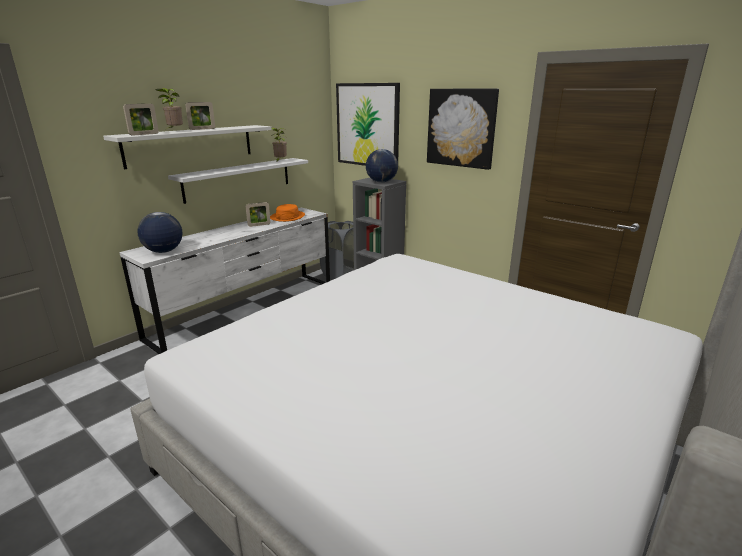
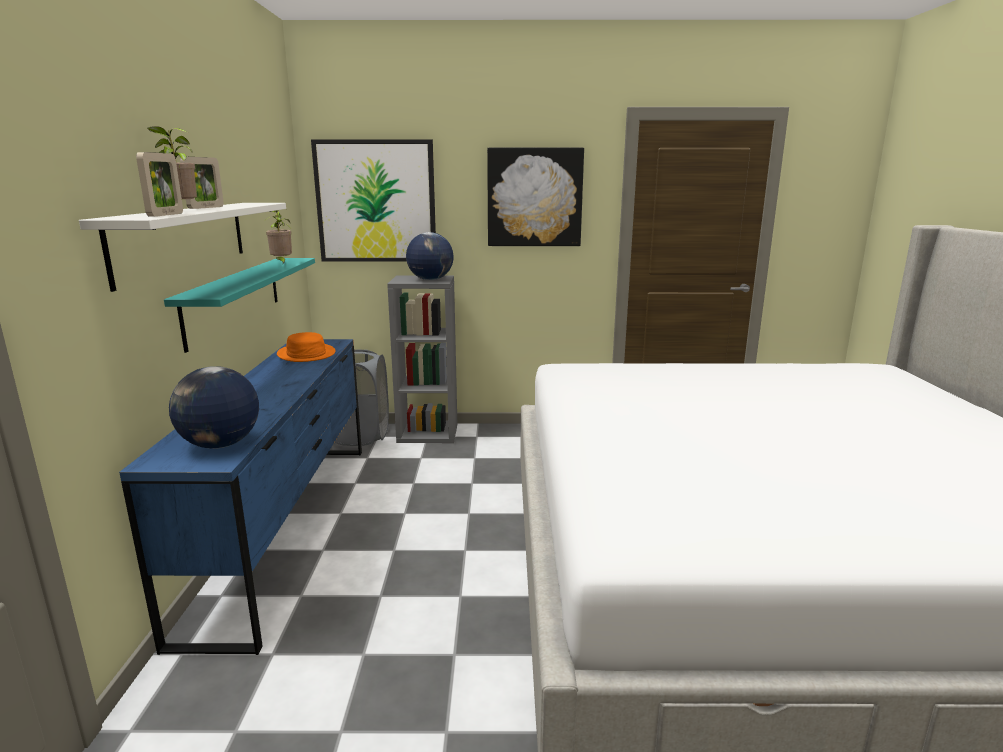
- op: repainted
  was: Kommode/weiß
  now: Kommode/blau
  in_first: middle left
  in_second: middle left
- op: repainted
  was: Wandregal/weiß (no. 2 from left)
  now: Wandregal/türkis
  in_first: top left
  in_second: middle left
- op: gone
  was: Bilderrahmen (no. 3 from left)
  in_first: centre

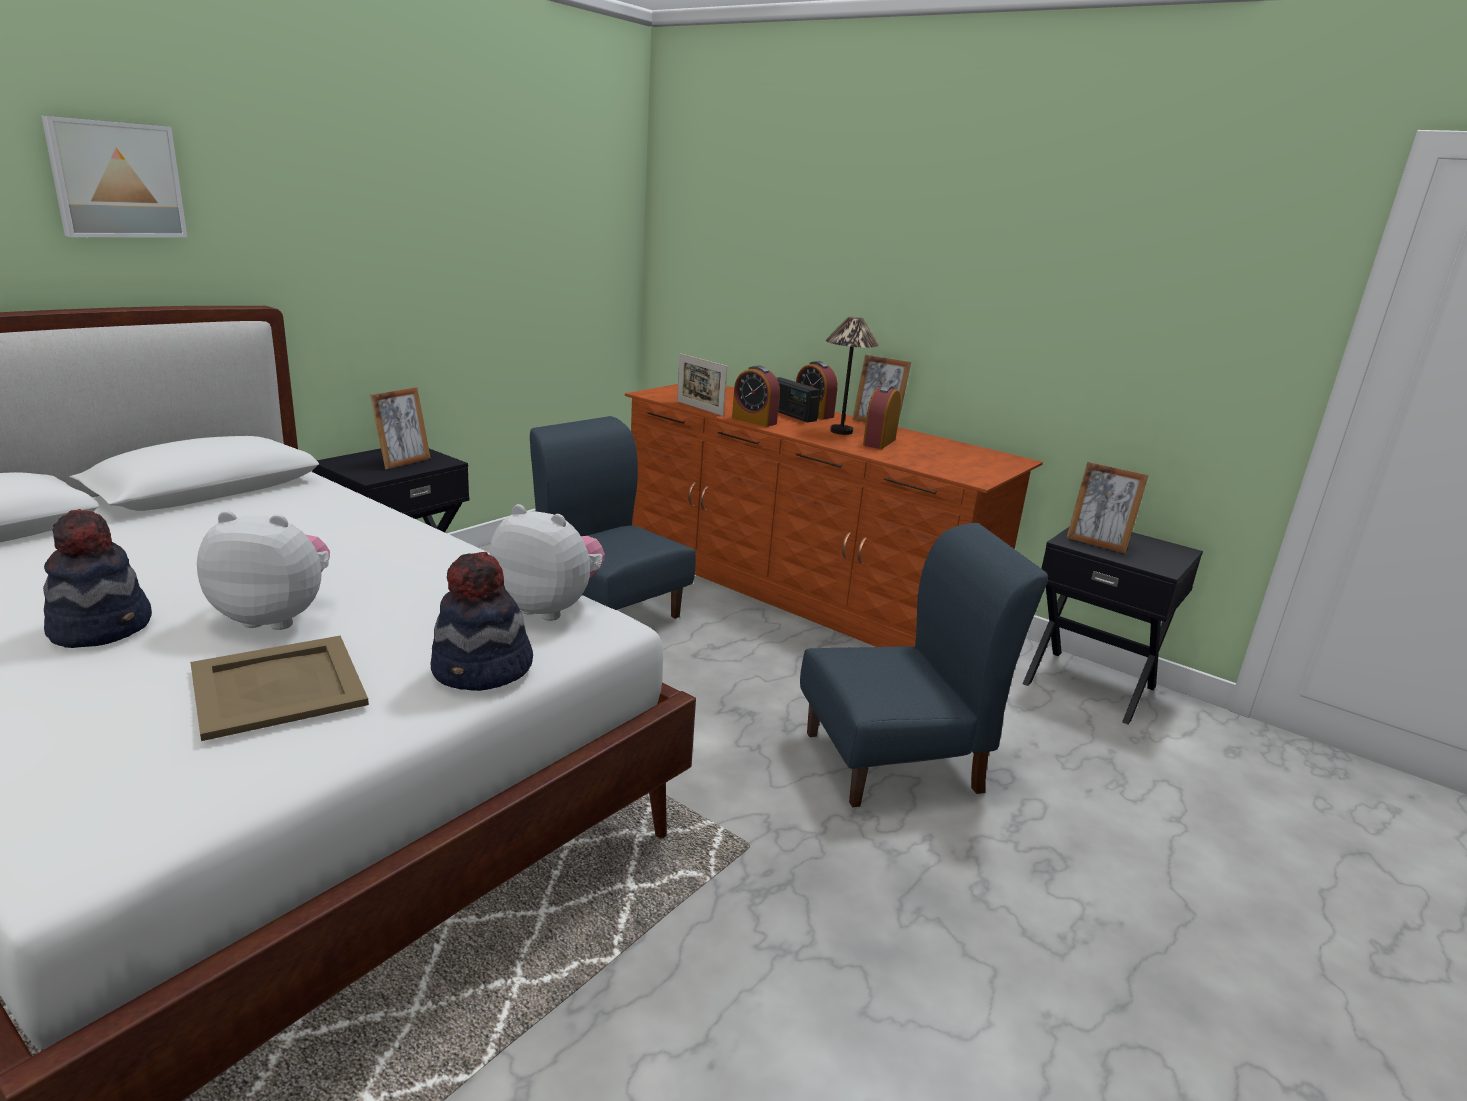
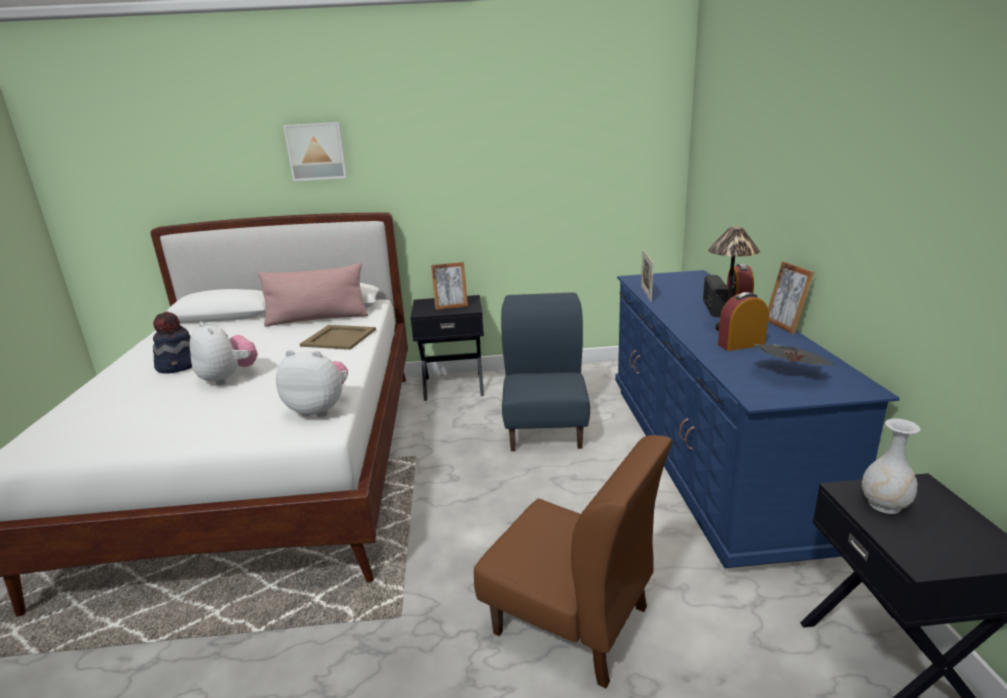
- op: shifted
  was: Tablett/beige
  in_first: middle left
  in_second: centre
- op: gone
  was: Hut (no. 2 from left)
  in_first: middle left
- op: rotated
  was: Plüschtier (no. 2 from left)
  in_first: centre
  in_second: middle left
  clockwise: -60
- op: repainted
  was: Kommode/braun
  now: Kommode/blau
  in_first: centre
  in_second: middle right
- op: gone
  was: Wecker (no. 1 from left)
  in_first: centre
- op: repainted
  was: Stuhl/blau (no. 2 from left)
  now: Stuhl/braun
  in_first: centre
  in_second: bottom centre
- op: swapped
  was: Bilderrahmen (no. 4 from left)
  now: Vase/weiß
  in_first: middle right
  in_second: bottom right
- op: new
  now: Kissen/rosa
  in_second: middle left
- op: new
  now: Zeitung
  in_second: middle right

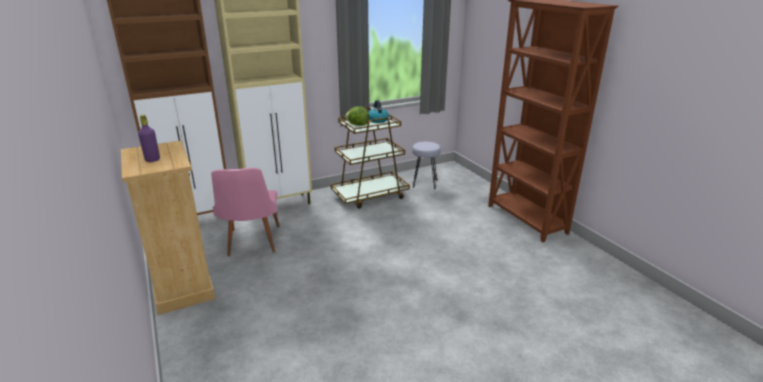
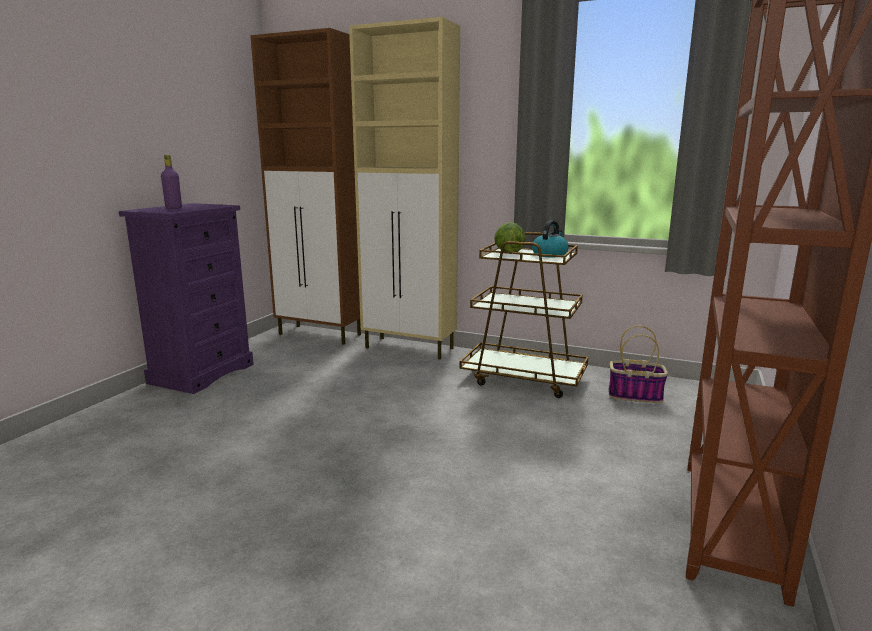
- op: repainted
  was: Kommode/beige
  now: Kommode/lila
  in_first: middle left
  in_second: middle left
- op: gone
  was: Stuhl/rosa
  in_first: middle left
- op: swapped
  was: Hocker/grau
  now: Korb
  in_first: centre
  in_second: middle right

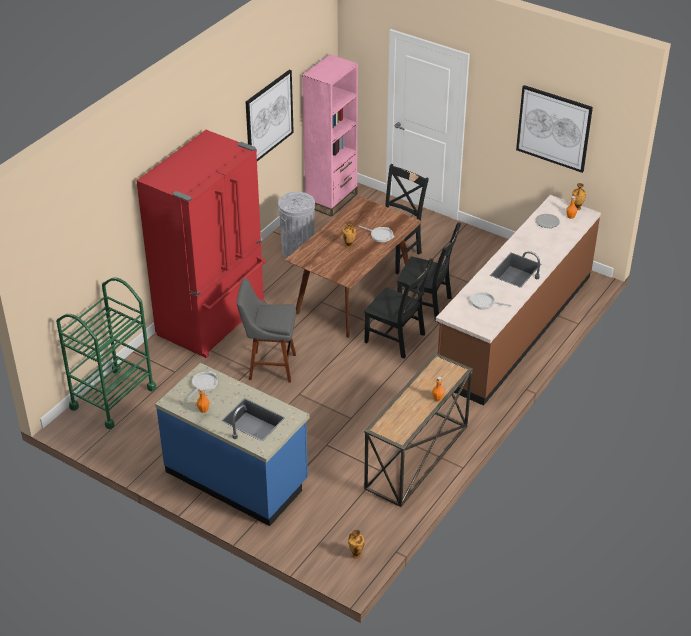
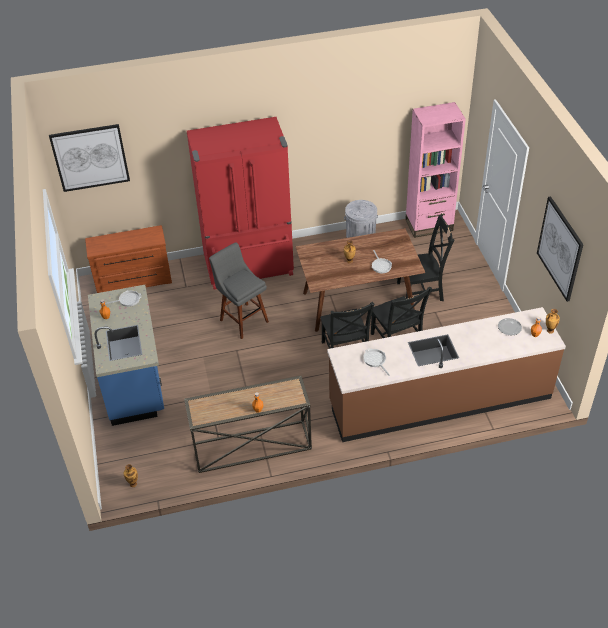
- op: swapped
  was: Rollwagen/grün
  now: Kommode/braun
  in_first: middle left
  in_second: middle left
- op: shifted
  was: Bild (no. 1 from left)
  in_first: top centre
  in_second: top left

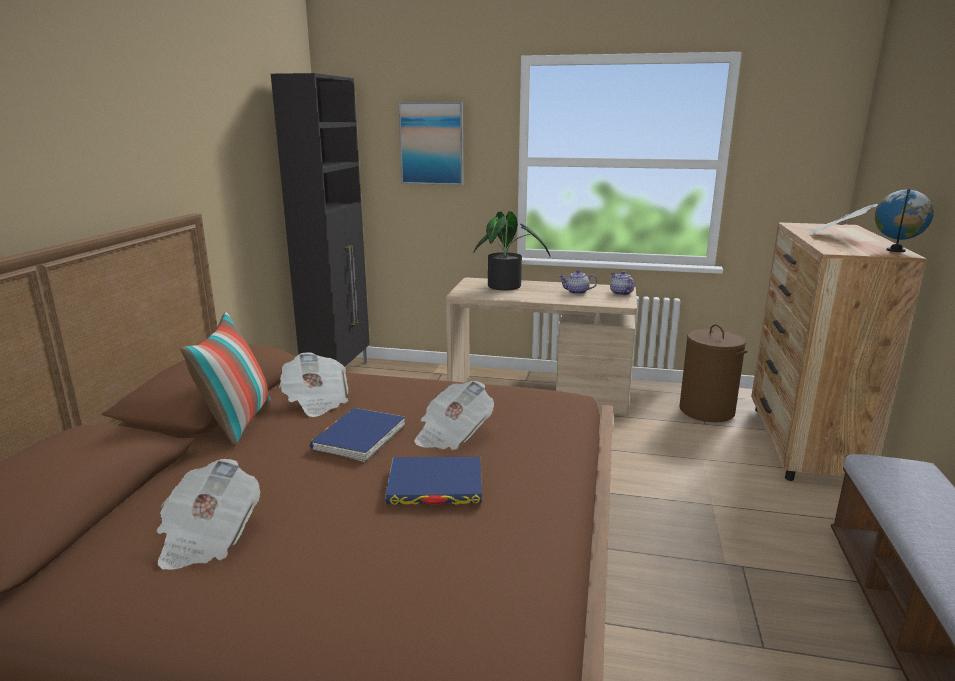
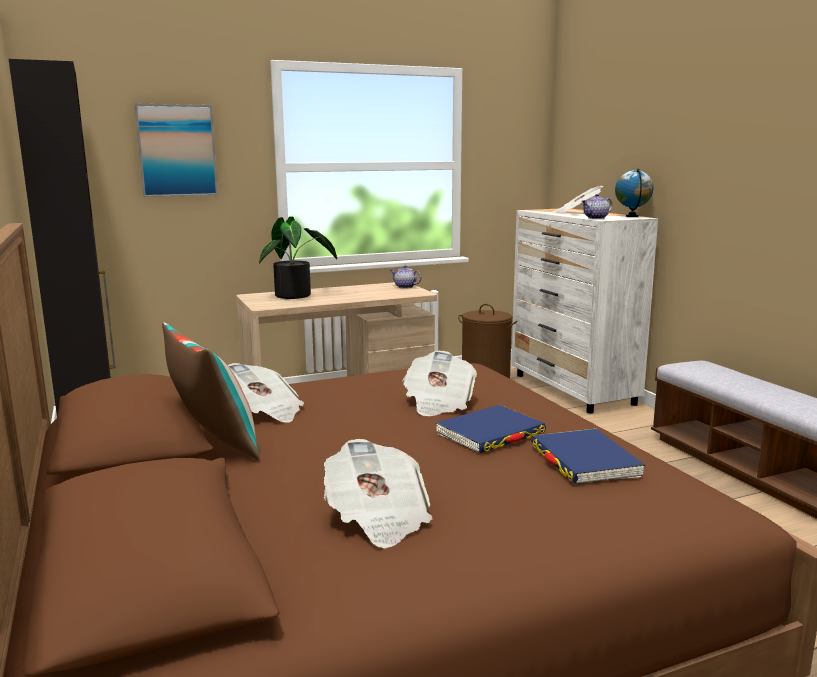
- op: shifted
  was: Buch/blau (no. 1 from left in the first image)
  now: Buch/blau (no. 2 from left)
  in_first: centre
  in_second: bottom right
- op: shifted
  was: Teekanne (no. 1 from left in the first image)
  now: Teekanne (no. 2 from left)
  in_first: centre
  in_second: top right
- op: repainted
  was: Kommode/braun
  now: Kommode/weiß
  in_first: middle right
  in_second: middle right

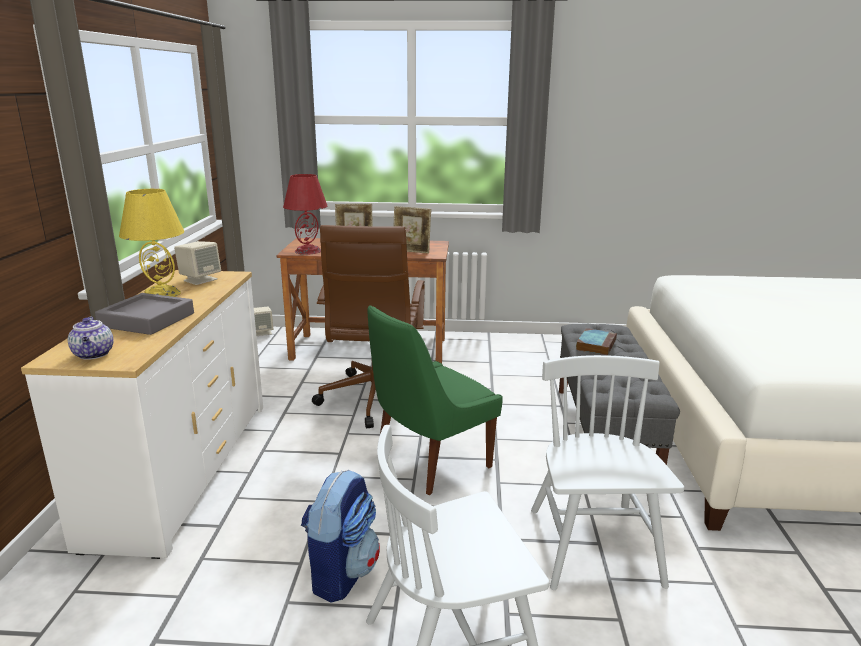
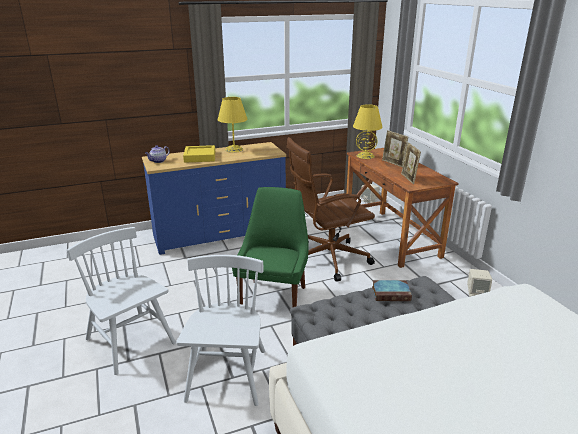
- op: repainted
  was: Kommode/weiß
  now: Kommode/blau
  in_first: middle left
  in_second: centre
- op: repainted
  was: Tablett/grau
  now: Tablett/gelb
  in_first: middle left
  in_second: centre
- op: shifted
  was: Lautsprecher/beige (no. 1 from left in the first image)
  now: Lautsprecher/beige (no. 2 from left)
  in_first: middle left
  in_second: middle right
- op: repainted
  was: Tischlampe/rot
  now: Tischlampe/gelb (no. 2 from left)
  in_first: top centre
  in_second: top centre
- op: gone
  was: Rucksack
  in_first: bottom centre
- op: rotated
  was: Stuhl/grün
  in_first: centre
  in_second: centre
  clockwise: 75
- op: rotated
  was: Stuhl/weiß (no. 2 from left)
  in_first: bottom right
  in_second: bottom centre
  clockwise: -60

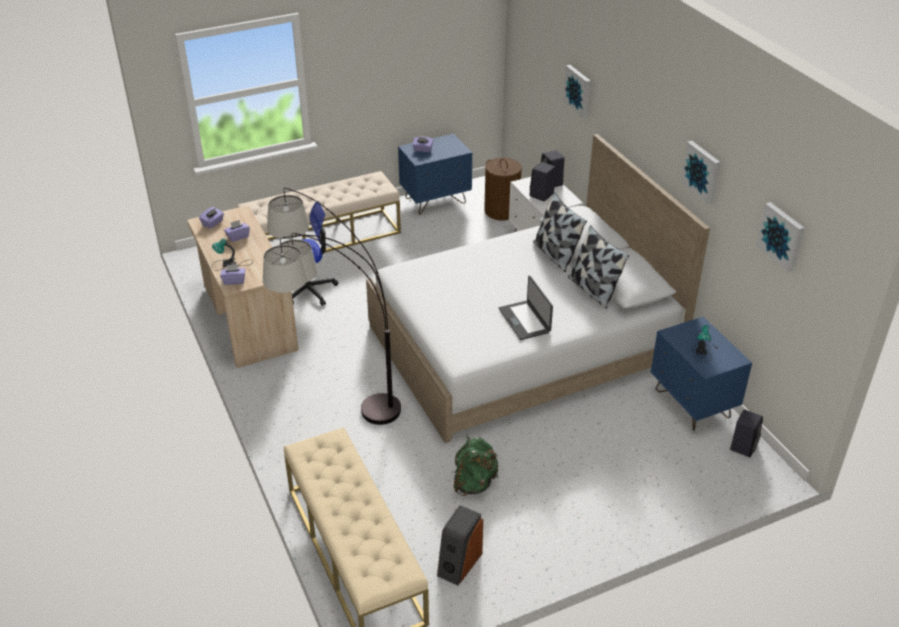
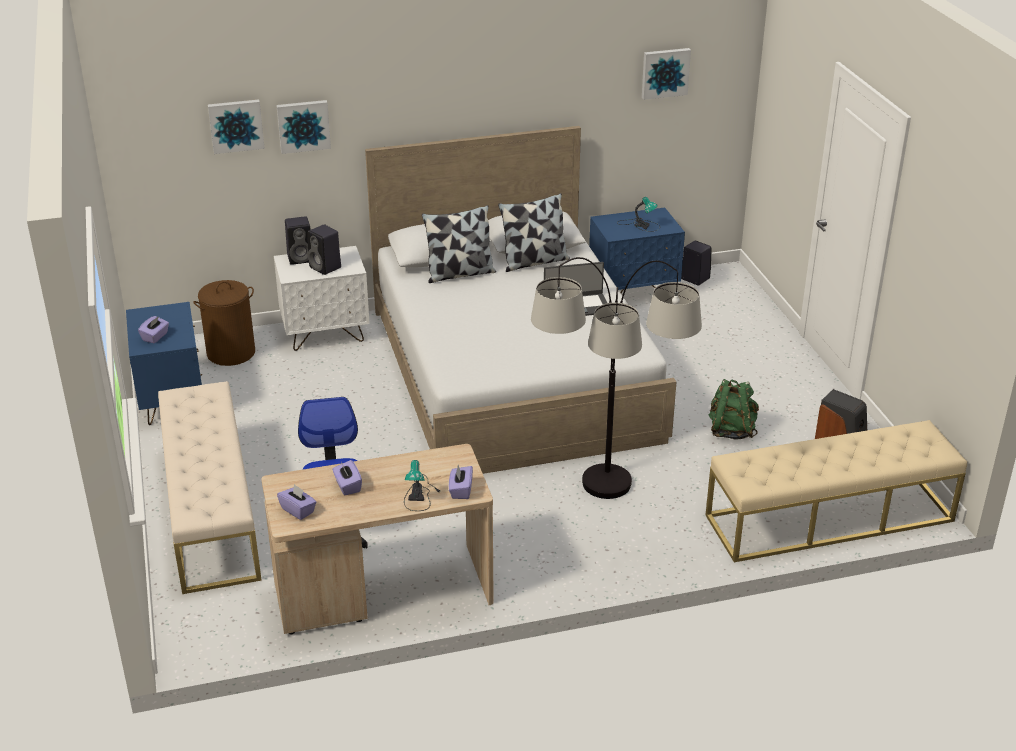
- op: shifted
  was: Bild (no. 2 from left in the first image)
  now: Bild (no. 1 from left)
  in_first: top right
  in_second: top left

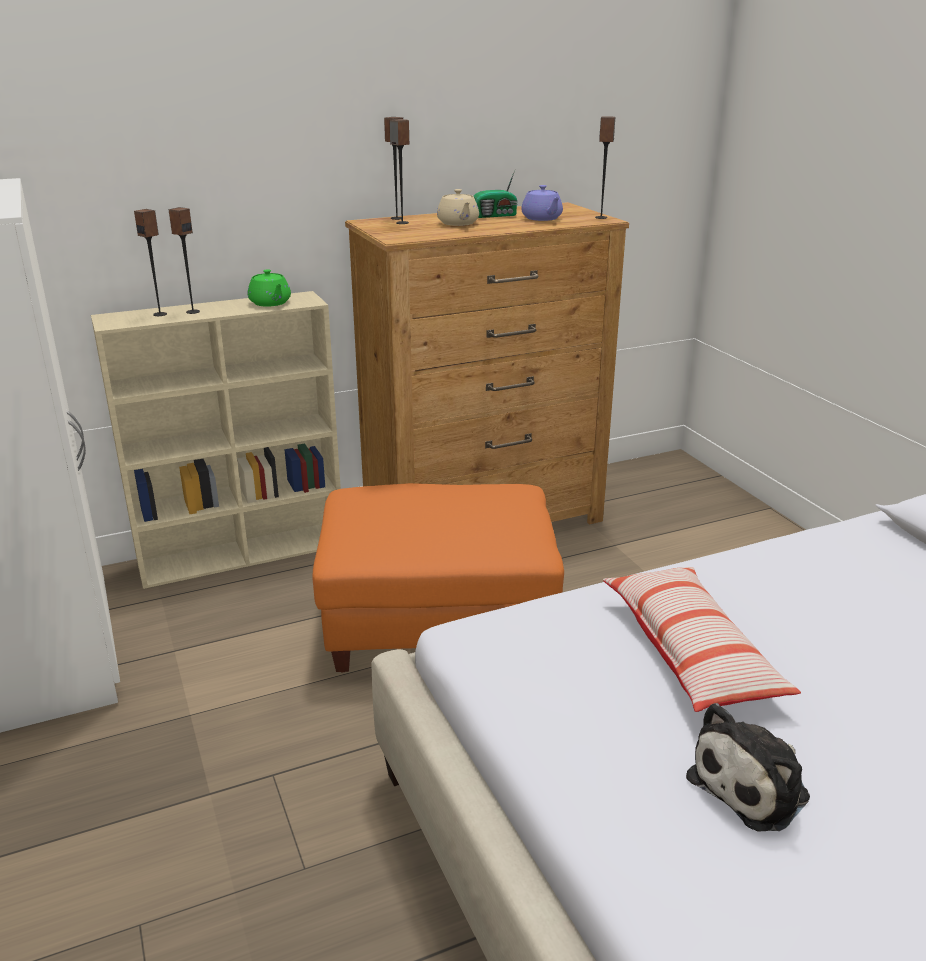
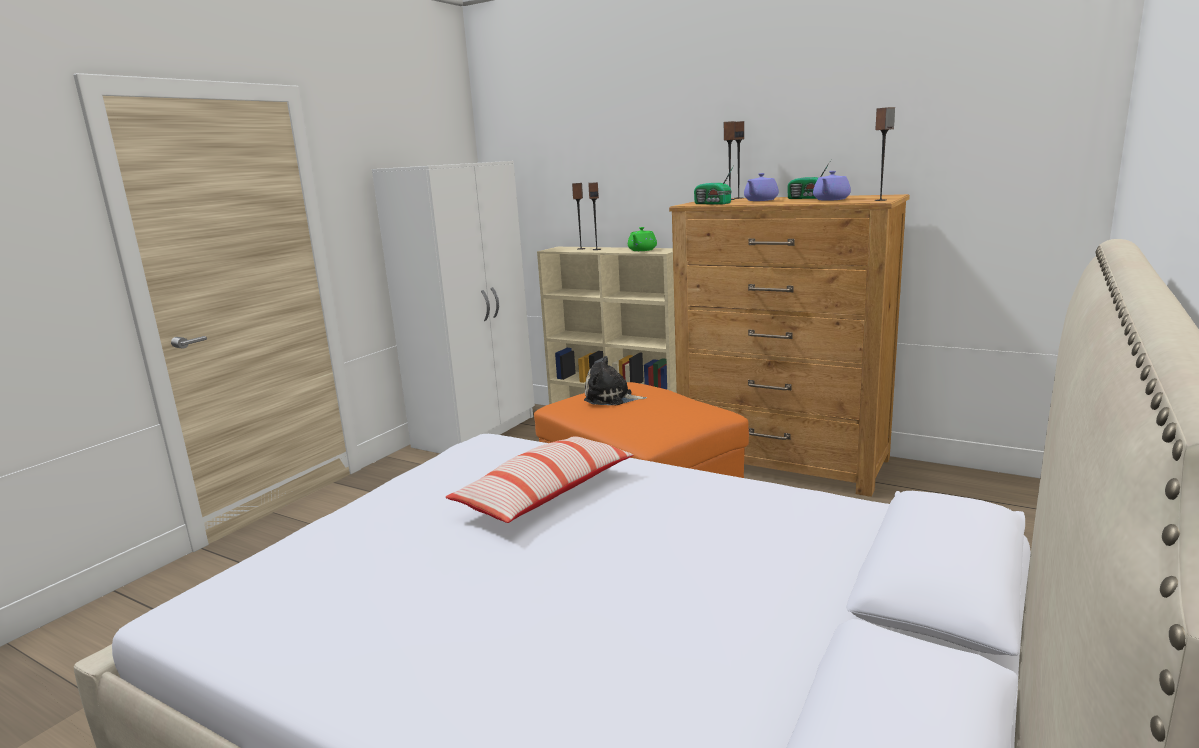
- op: repainted
  was: Teekanne/beige
  now: Teekanne/lila (no. 1 from left)
  in_first: top centre
  in_second: top centre
- op: shifted
  was: Plüschtier
  in_first: bottom right
  in_second: centre
- op: new
  now: Radio (no. 1 from left)
  in_second: top centre

